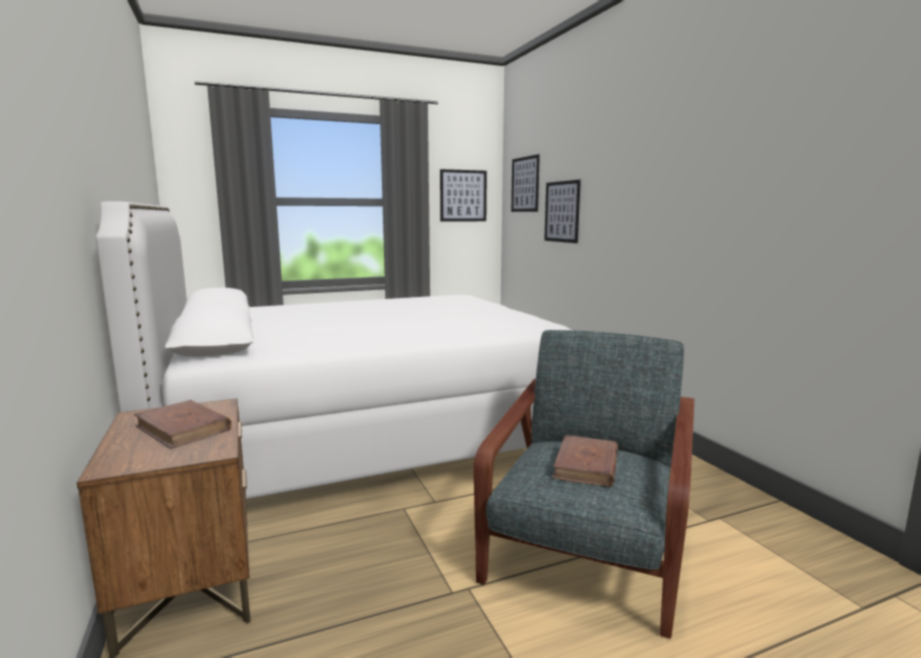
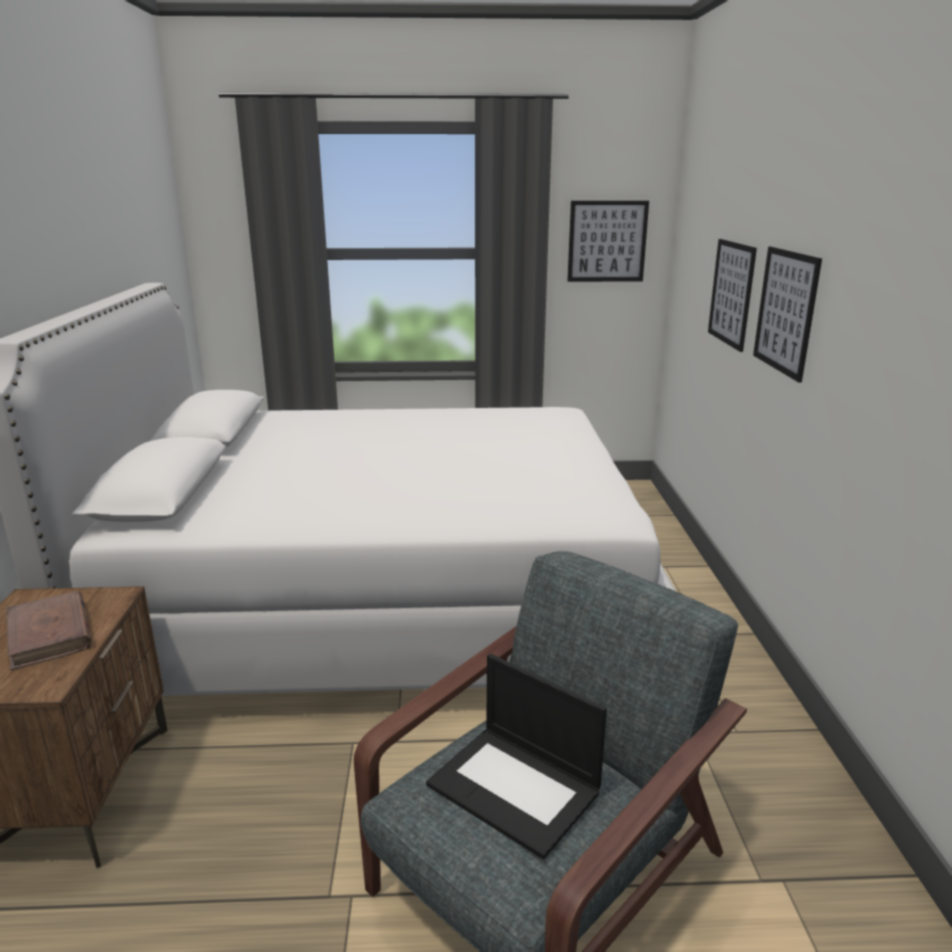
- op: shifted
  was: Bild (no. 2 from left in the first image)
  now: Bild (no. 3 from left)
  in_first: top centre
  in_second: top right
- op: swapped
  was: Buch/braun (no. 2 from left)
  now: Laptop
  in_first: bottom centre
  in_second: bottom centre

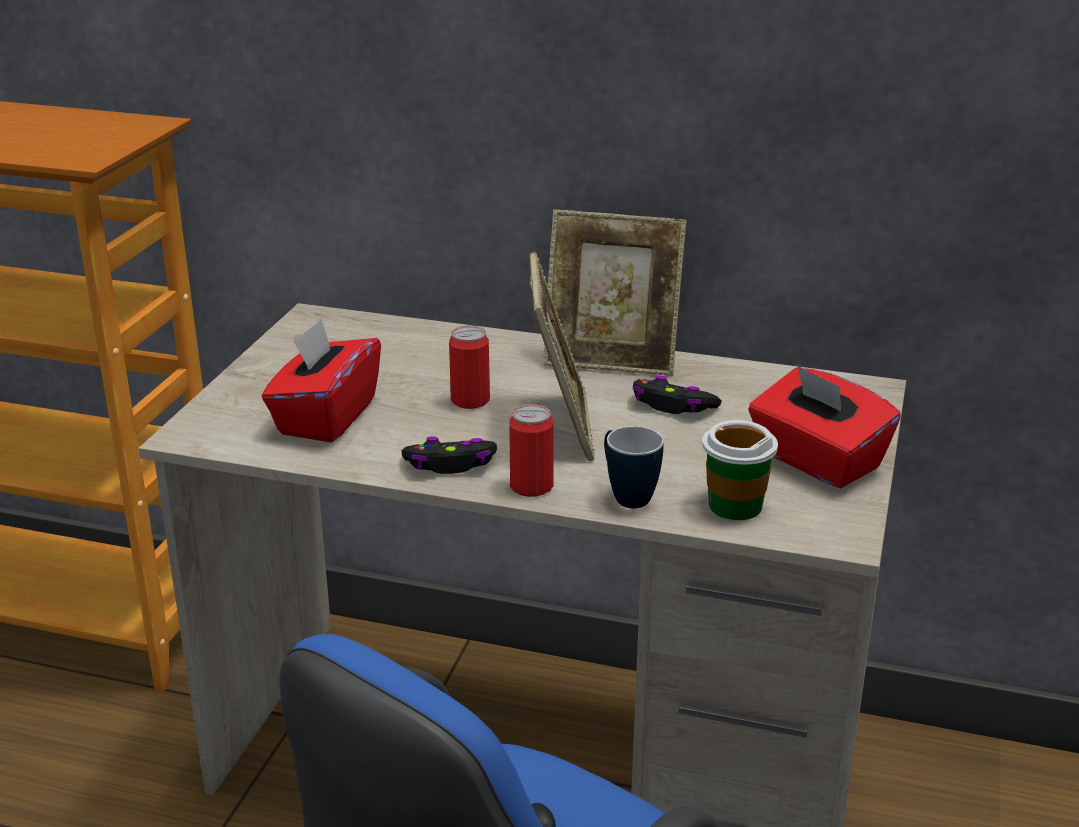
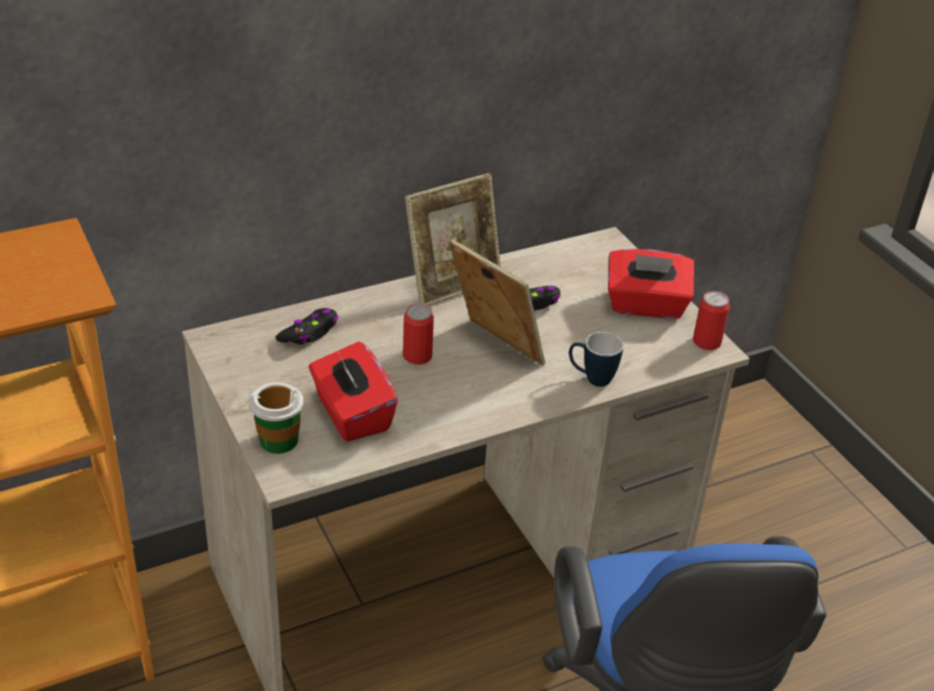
- op: shifted
  was: Gamepad/schwarz (no. 1 from left)
  in_first: centre
  in_second: middle left
- op: shifted
  was: Dose (no. 2 from left)
  in_first: centre
  in_second: middle right
- op: shifted
  was: Tasse
  in_first: middle right
  in_second: middle left

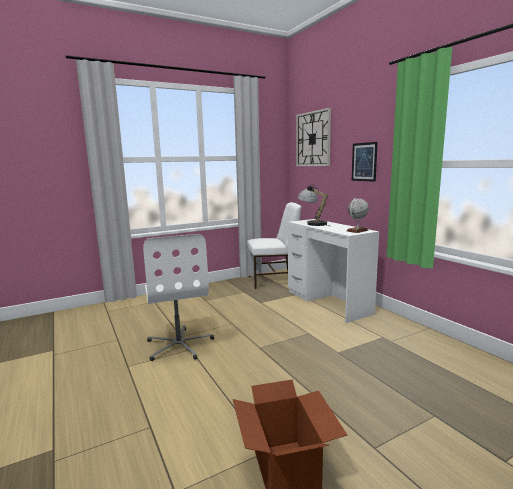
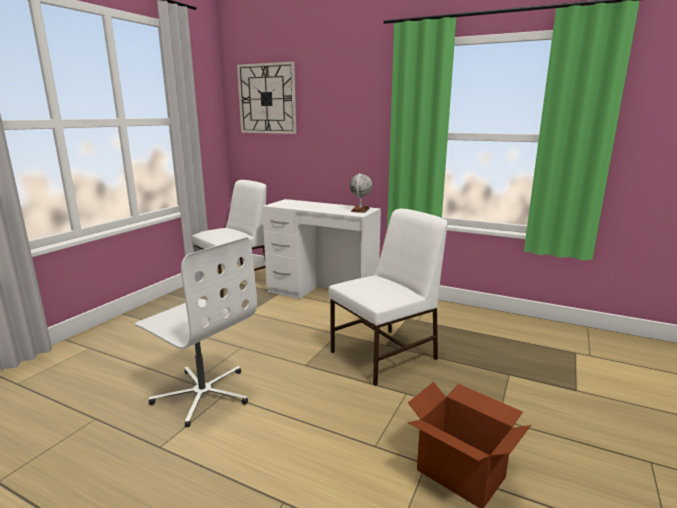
- op: gone
  was: Tischlampe
  in_first: centre
- op: gone
  was: Bild
  in_first: top right
- op: new
  now: Stuhl/weiß (no. 2 from left)
  in_second: centre

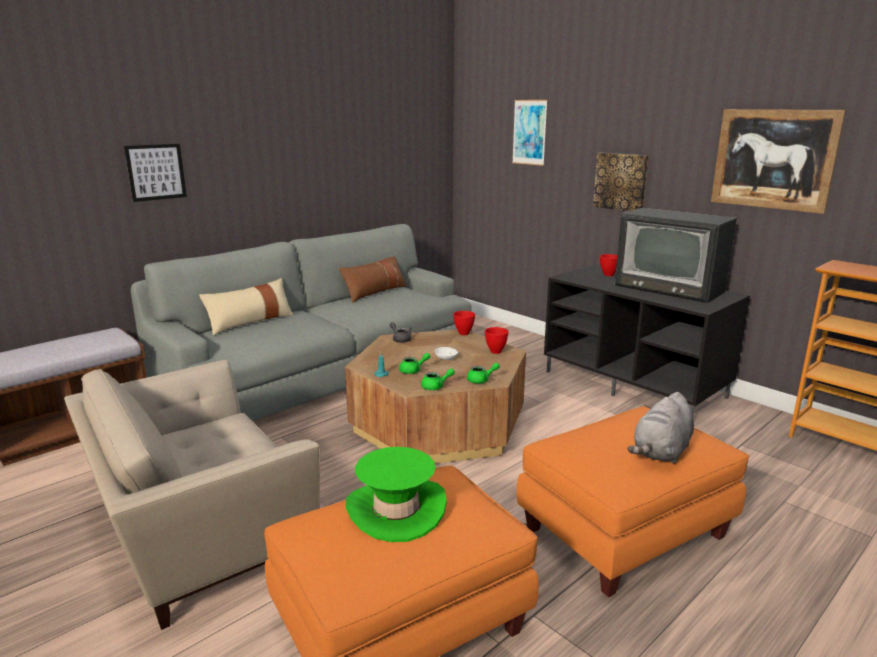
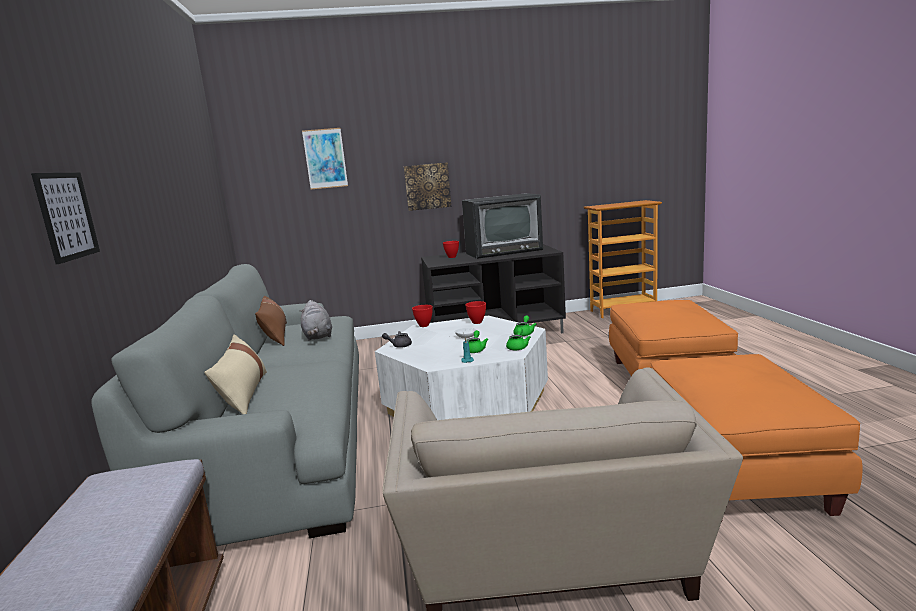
- op: repainted
  was: Couchtisch/braun
  now: Couchtisch/weiß
  in_first: centre
  in_second: centre
- op: gone
  was: Hut/grün
  in_first: bottom centre
- op: shifted
  was: Plüschtier/grau
  in_first: middle right
  in_second: centre
- op: gone
  was: Bild (no. 4 from left)
  in_first: top right

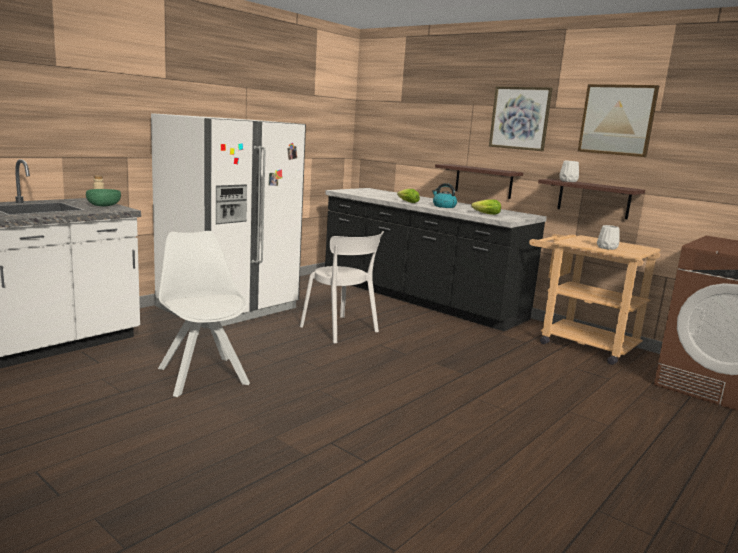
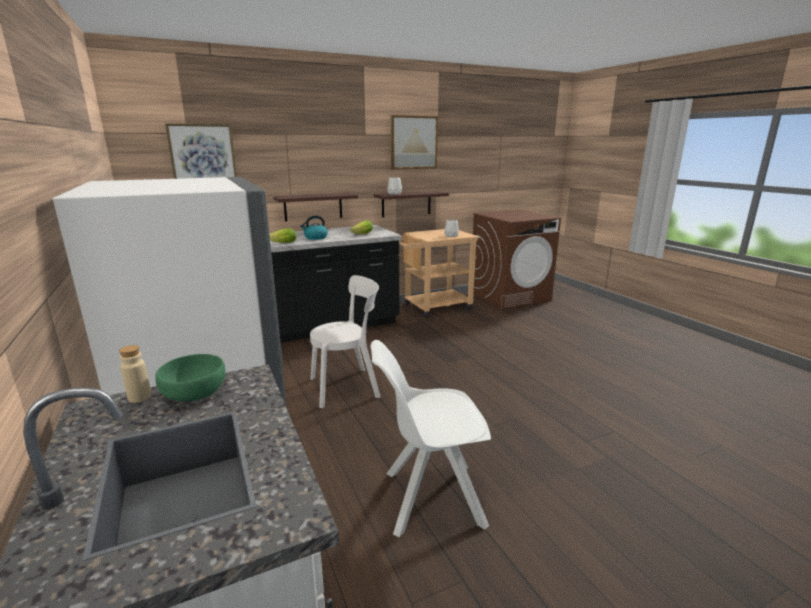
- op: shifted
  was: Bild (no. 1 from left)
  in_first: top right
  in_second: top left

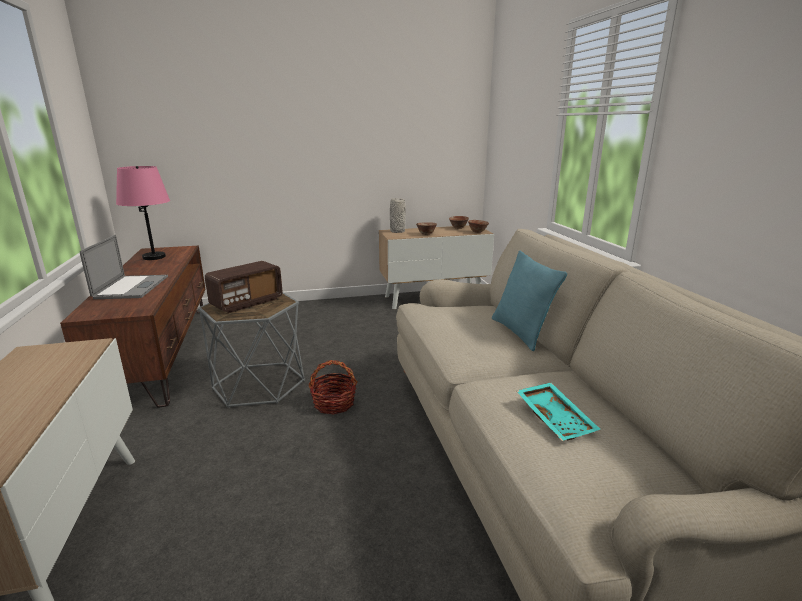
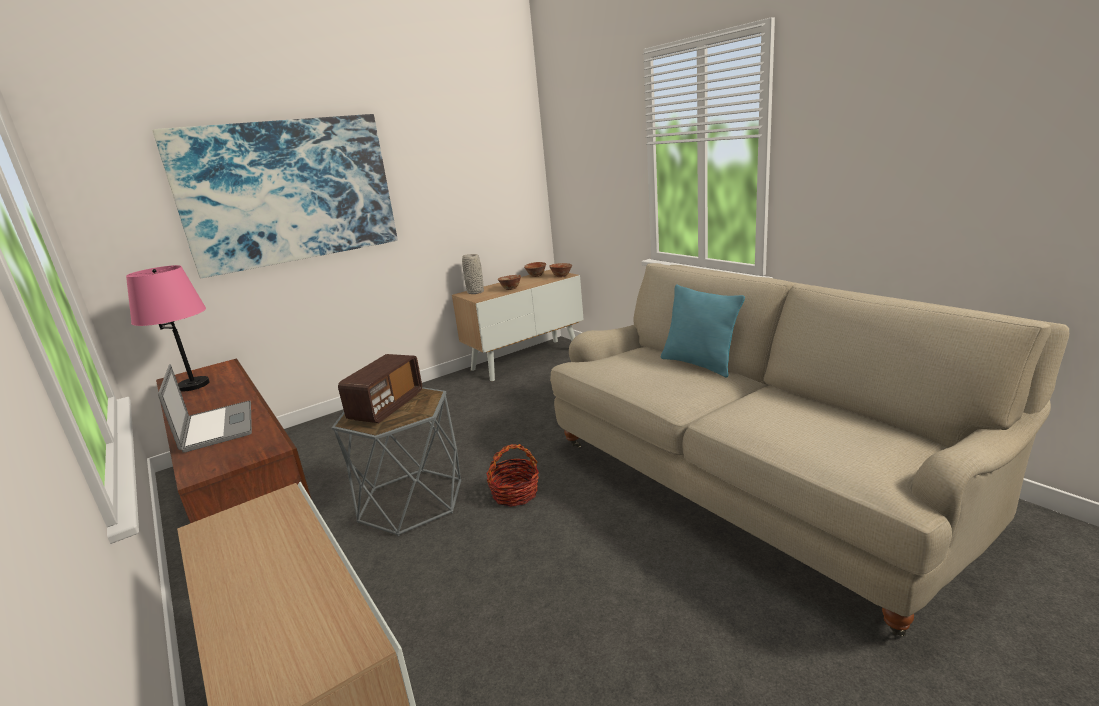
- op: gone
  was: Tablett/türkis
  in_first: bottom right
- op: new
  now: Bild
  in_second: top left

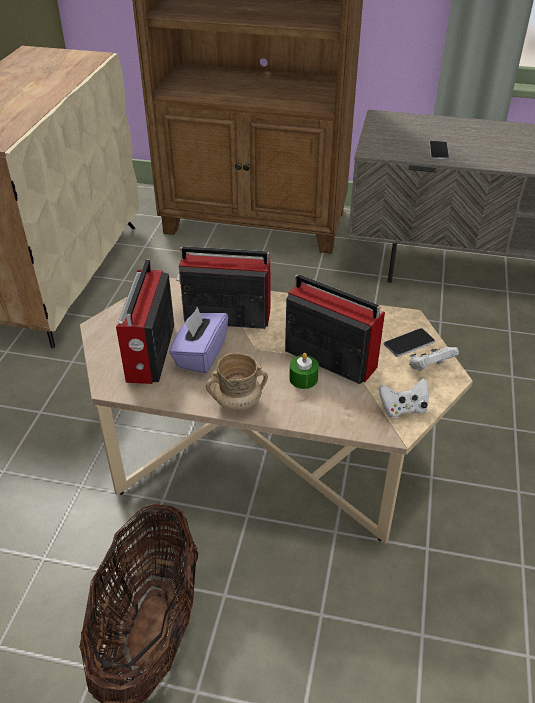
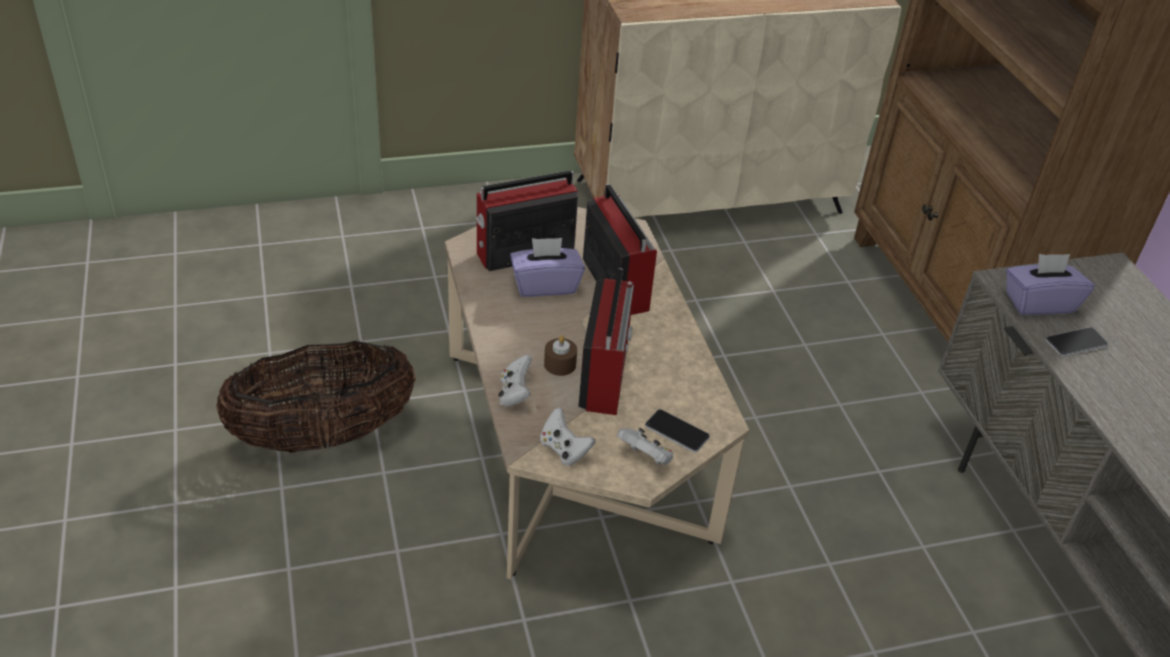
- op: gone
  was: Henkelbecher/beige
  in_first: centre
- op: repainted
  was: Kerze/grün
  now: Kerze/braun
  in_first: centre
  in_second: centre
- op: new
  now: Gamepad/weiß (no. 1 from left)
  in_second: centre
- op: new
  now: Taschentuchbox/lila (no. 2 from left)
  in_second: middle right

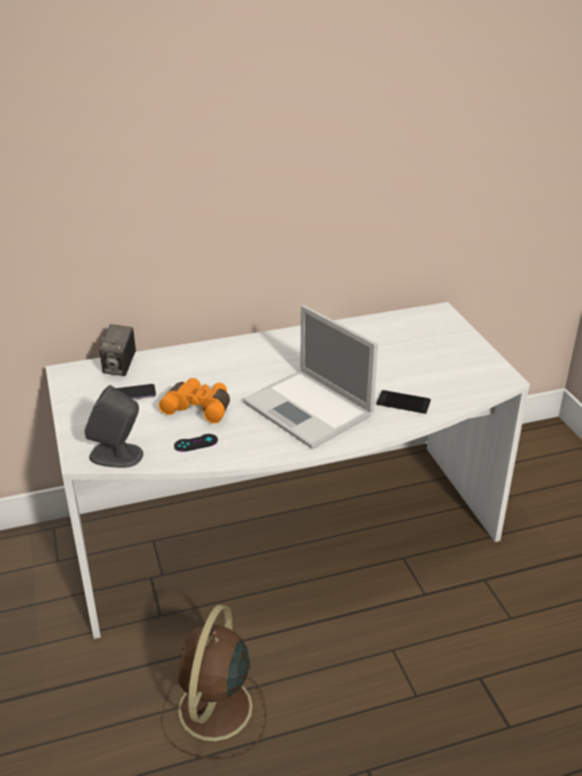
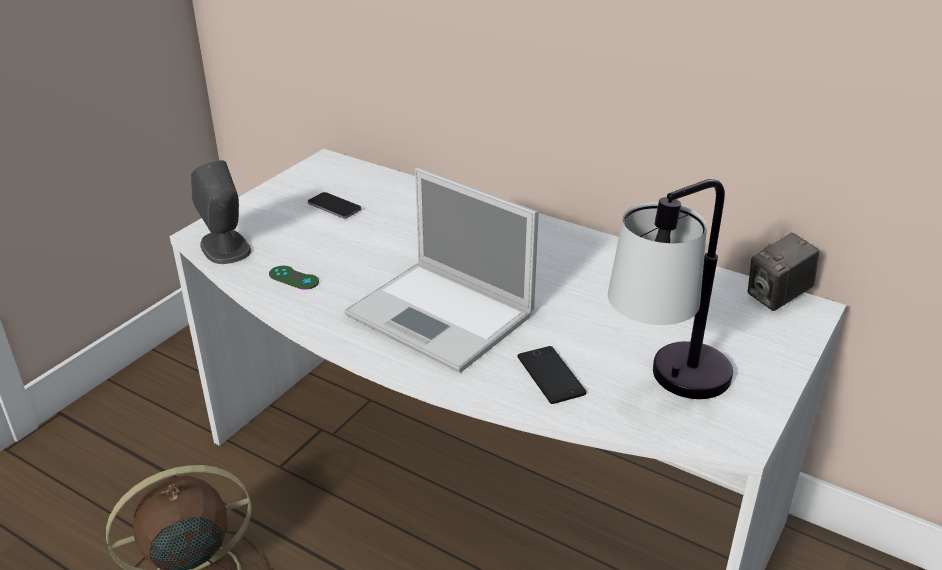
- op: shifted
  was: Kamera
  in_first: middle left
  in_second: middle right
- op: gone
  was: Fernglas/orange
  in_first: centre
- op: repainted
  was: Gamepad/schwarz
  now: Gamepad/grün
  in_first: centre
  in_second: middle left
- op: rotated
  was: Laptop
  in_first: centre
  in_second: centre
  clockwise: -60
- op: new
  now: Tischlampe
  in_second: middle right

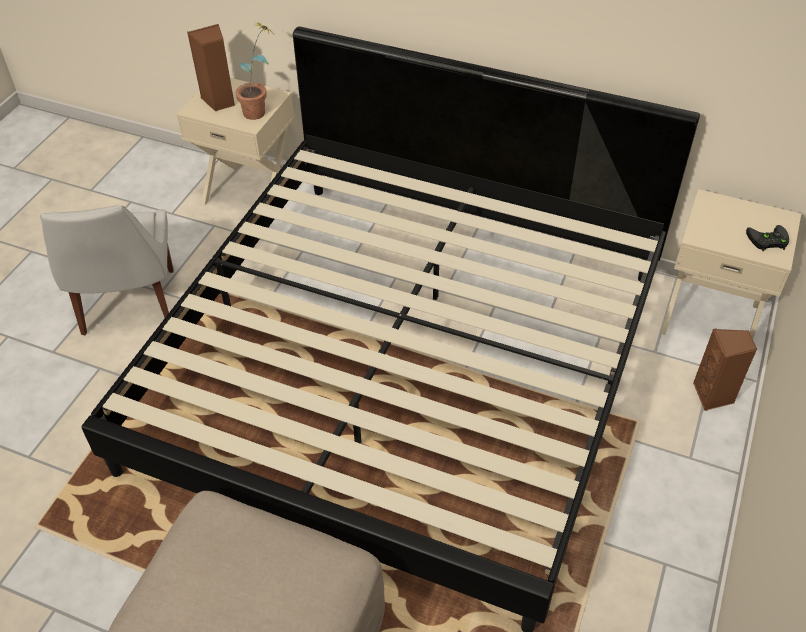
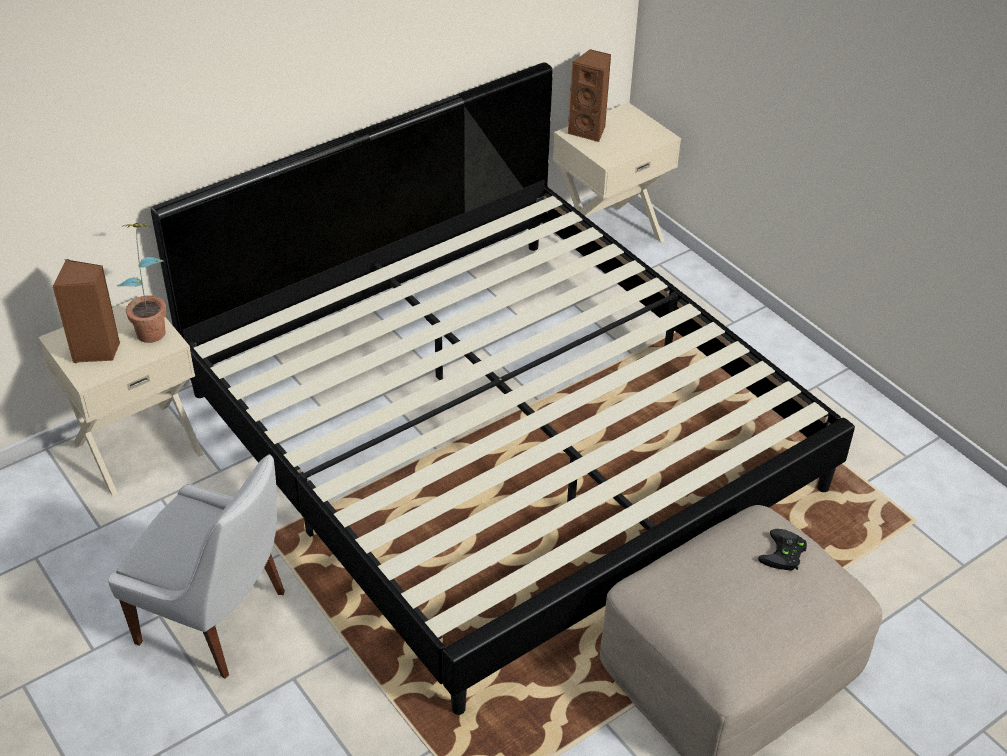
- op: shifted
  was: Lautsprecher/braun (no. 2 from left)
  in_first: middle right
  in_second: top centre
- op: shifted
  was: Gamepad/schwarz
  in_first: middle right
  in_second: bottom right

